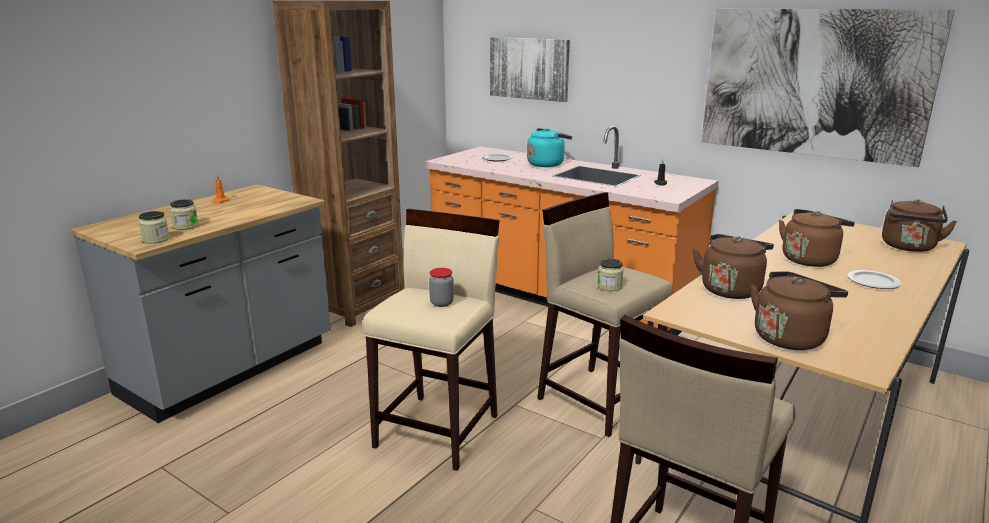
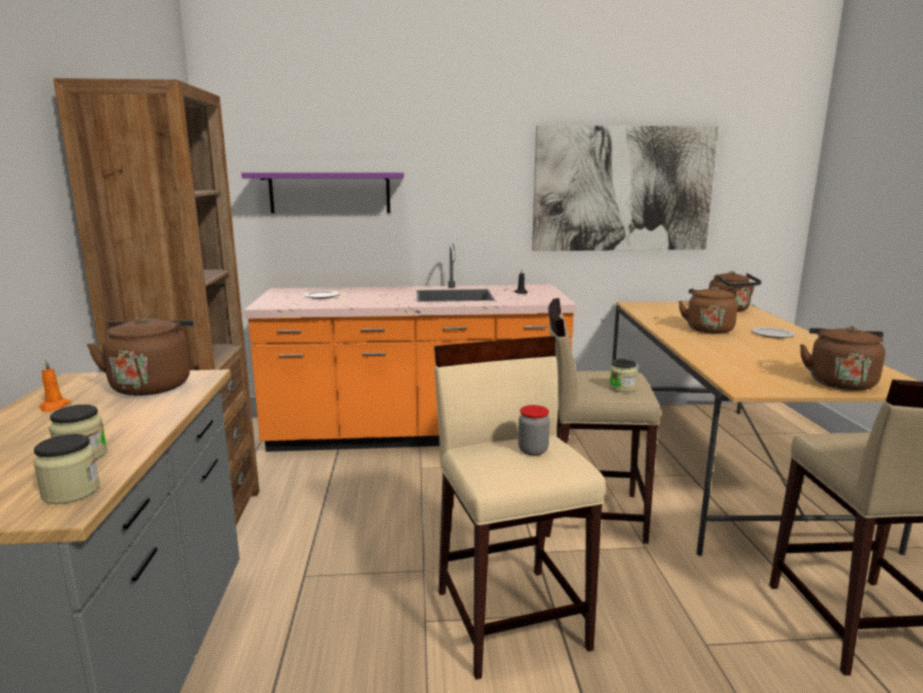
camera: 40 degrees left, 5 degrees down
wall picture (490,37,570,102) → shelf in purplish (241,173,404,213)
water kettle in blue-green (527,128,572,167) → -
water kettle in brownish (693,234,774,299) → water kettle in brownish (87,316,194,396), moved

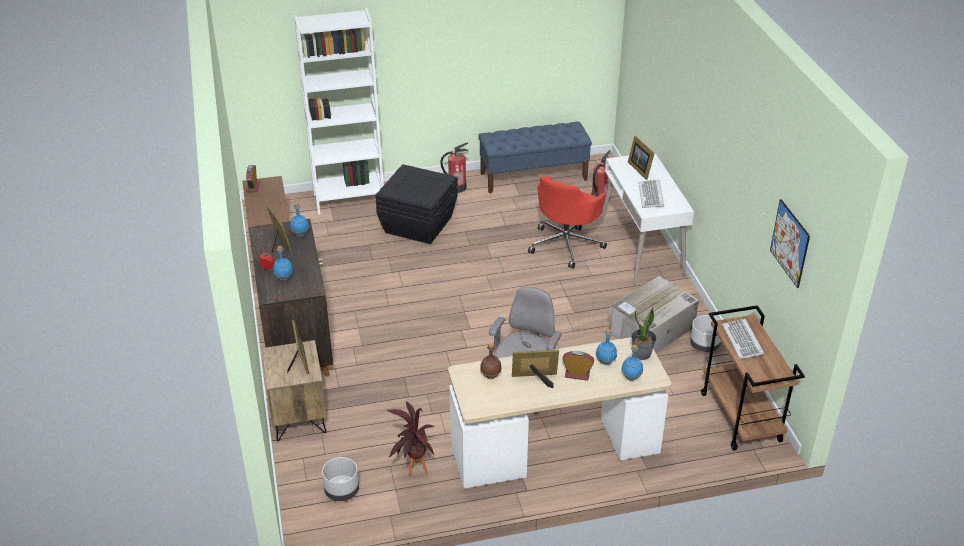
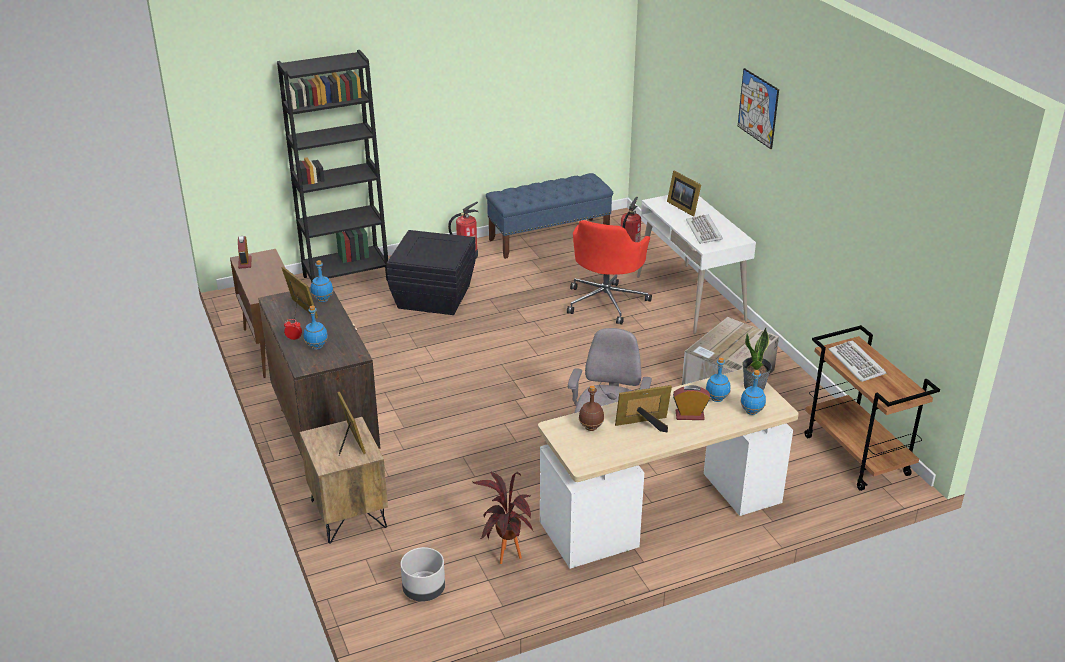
camera: 10 degrees left, 5 degrees down
bookshelf in white (294,8,384,215) → bookshelf in blackish (277,50,388,282)
plant pot in greyish (690,315,721,352) → -
wall picture (770,199,810,288) → wall picture (738,68,779,149), moved

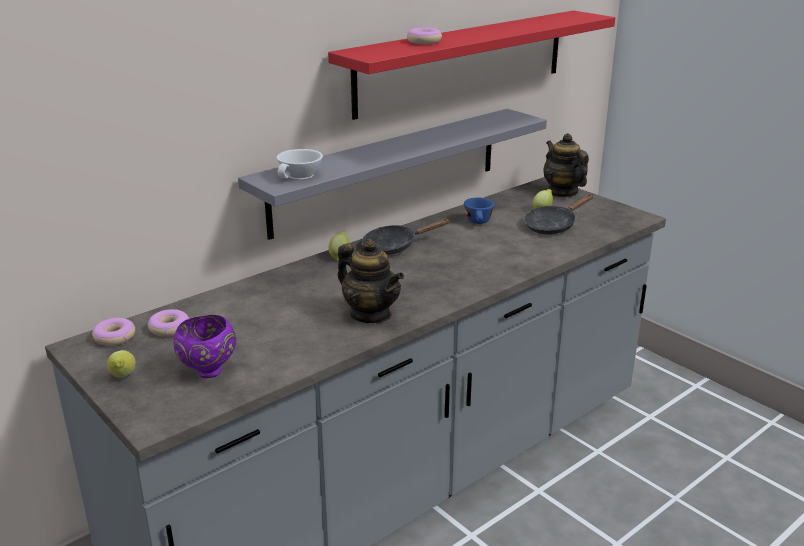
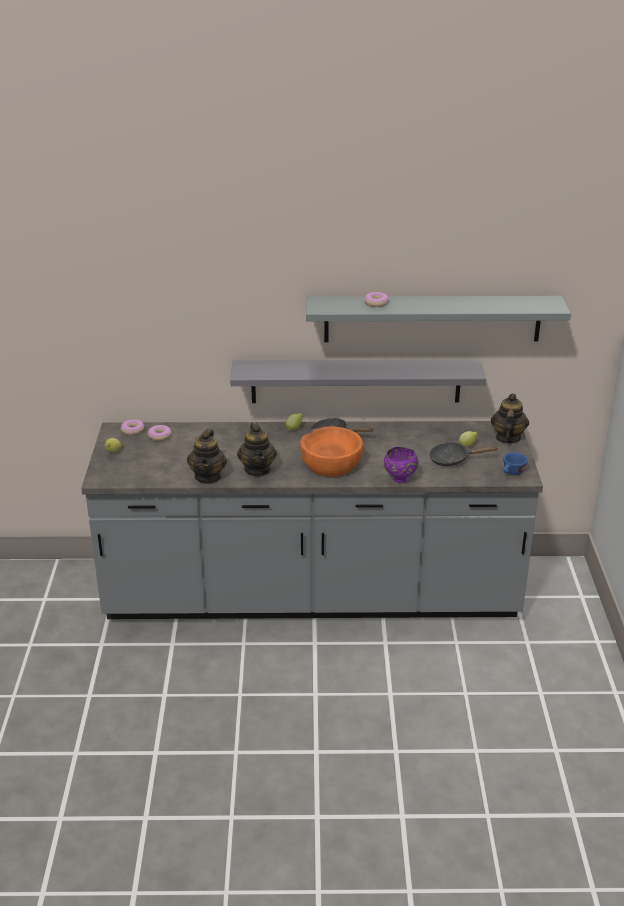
camera: 40 degrees right, 5 degrees up
deep dish in purplish (174,315,236,378) → deep dish in purplish (384,447,419,483), moved
cup in white (277,149,323,180) → -
shelf in red (328,11,615,120) → shelf in greyish (306,296,571,342)
cup in blue-coloured (464,198,494,224) → cup in blue-coloured (503,452,528,475), moved
- → teapot (187,429,227,484)
- → deep dish in orangey (300,426,363,477)

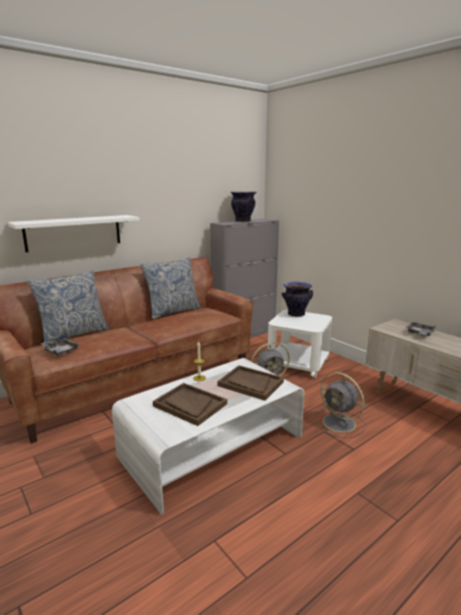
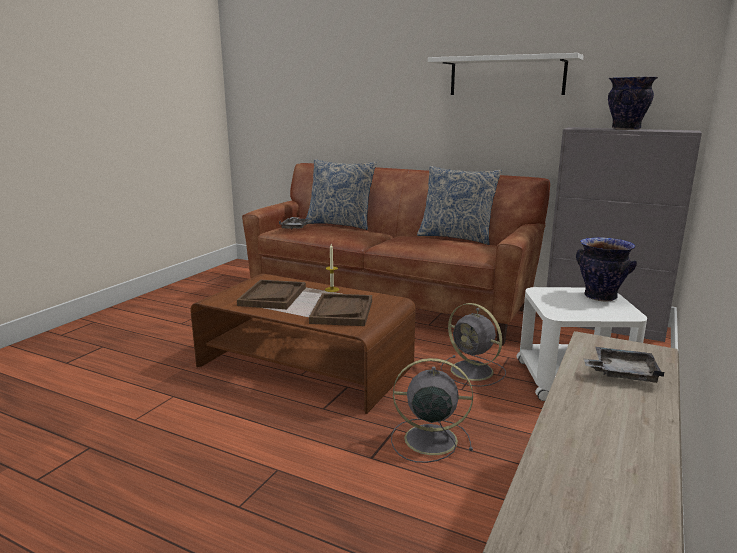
camera: 65 degrees right, 0 degrees up
shelf in white (8,215,140,252) → shelf in white (428,53,584,95), moved
lounge table in white (112,358,304,515) → lounge table in brownish (190,274,416,414)
electric fan in greyish (315,372,366,438) → electric fan in greyish (391,358,473,463), 75 degrees clockwise

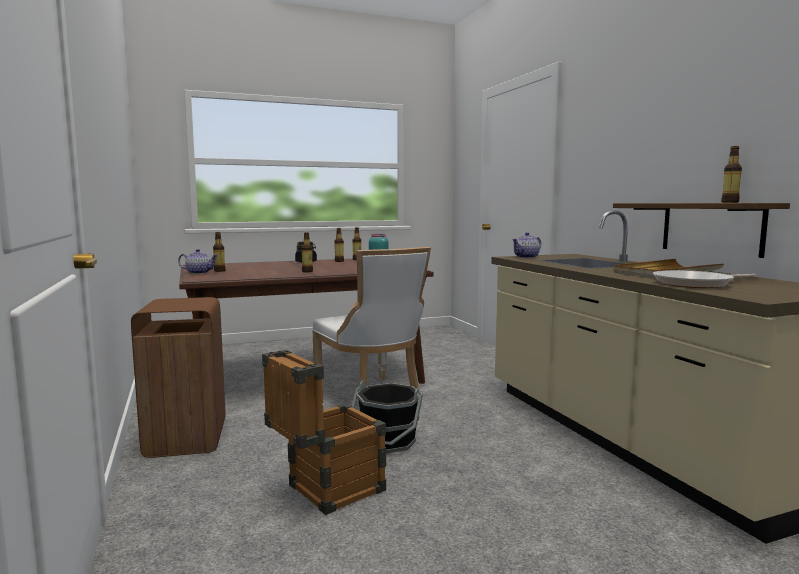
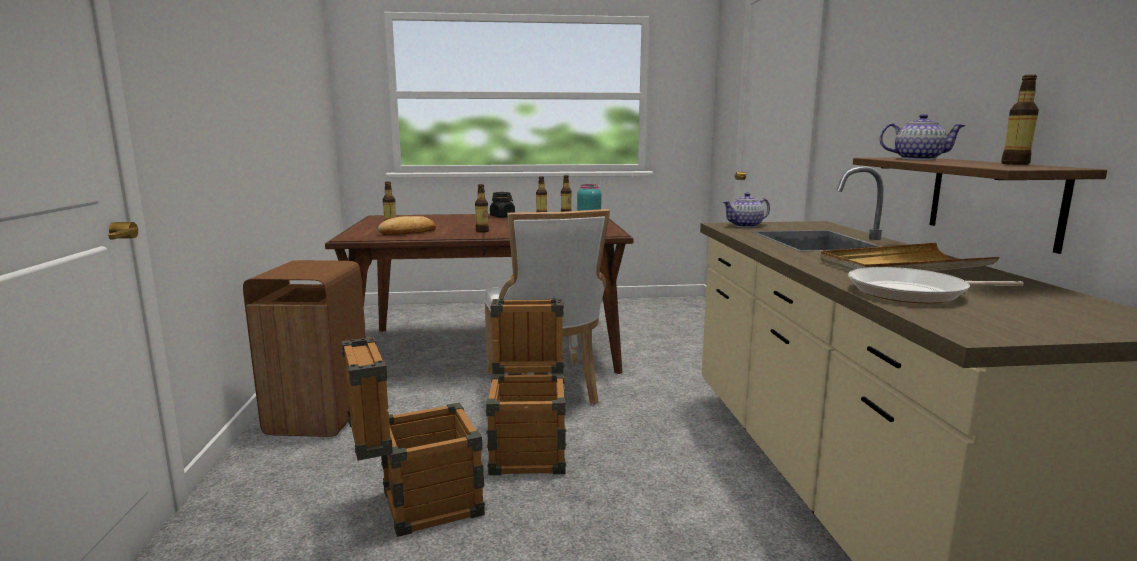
camera: 15 degrees right, 5 degrees up
teapot (178,249,218,274) → teapot (880,114,966,160), moved
bucket in blackish (352,380,423,453) → packing crate (486,298,566,475)
- → bakery bread (378,216,436,235)

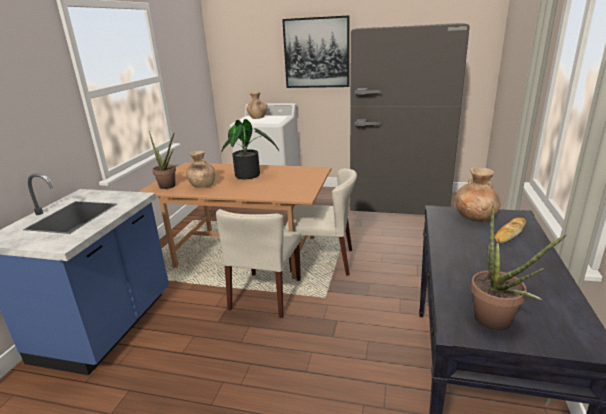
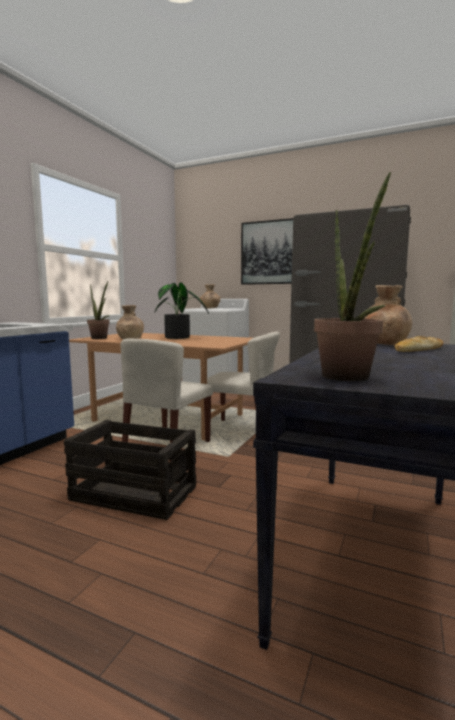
camera: 10 degrees right, 15 degrees down
- → packing crate (64,420,196,520)

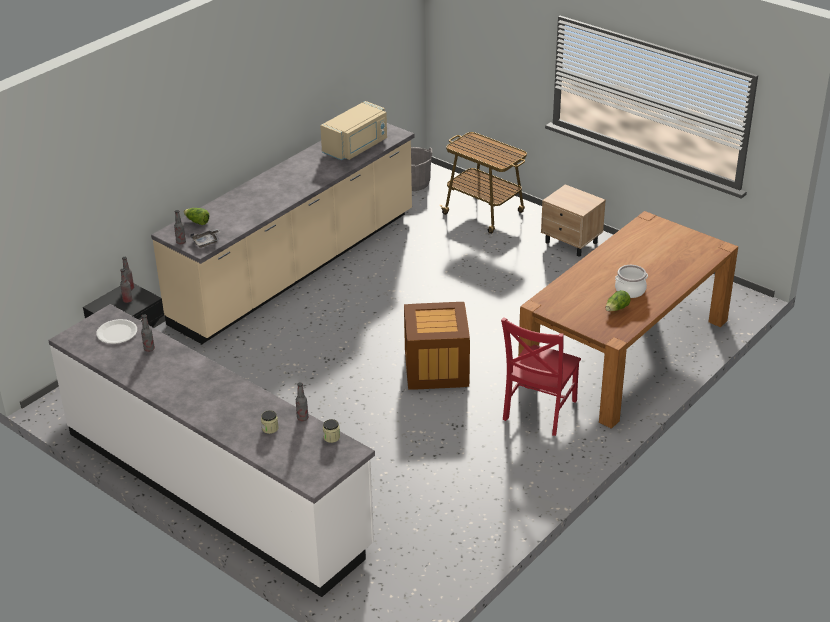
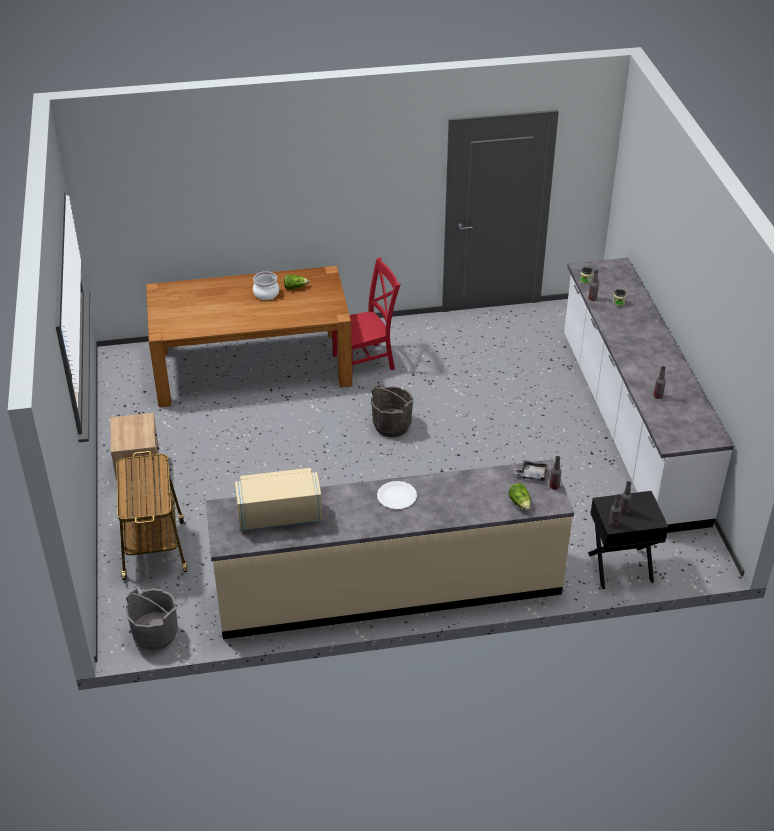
camera: 140 degrees left, 5 degrees up
dinner plate in white (96,319,137,344) → dinner plate in white (377,481,417,509), moved
packing crate (404,302,470,390) → bucket in greyish (371,384,413,437)

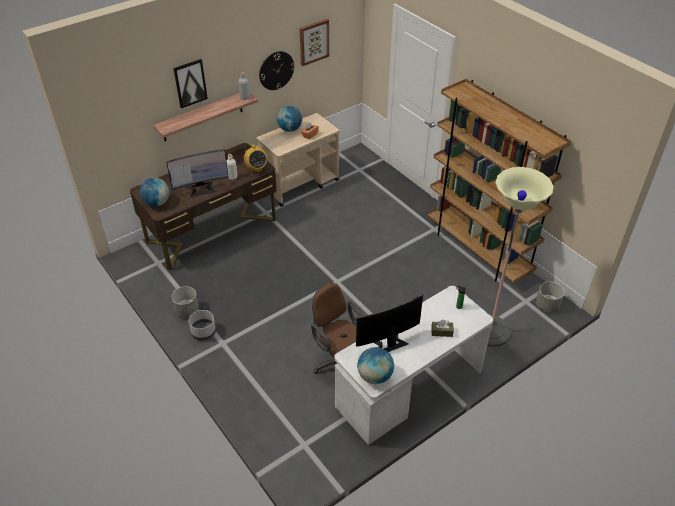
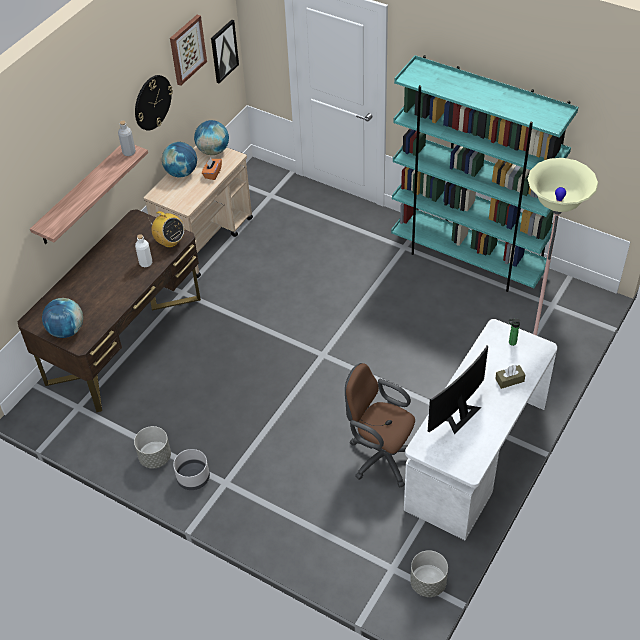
camera: 20 degrees left, 5 degrees up
monitor (166,149,229,198) → -
wall picture (173,59,208,108) → wall picture (211,19,239,83), moved
globe (357,347,394,384) → globe (194,120,229,155), moved
bookshelf in brownish (427,79,571,283) → bookshelf in blue-green (391,55,578,292)
plant pot in greyish (536,282,564,312) → plant pot in greyish (410,550,448,597), moved

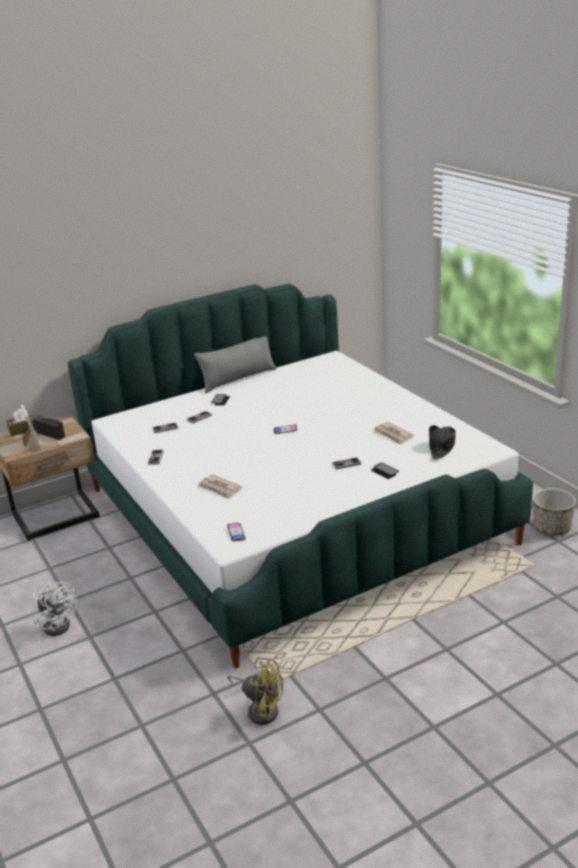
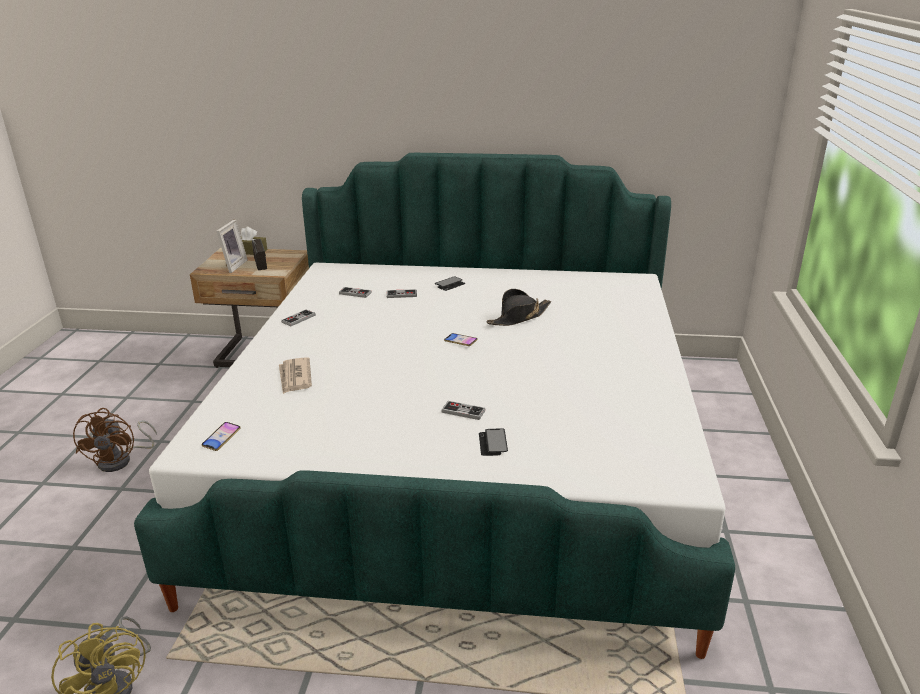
camera: 35 degrees right, 0 degrees up
electric fan in white (32,581,78,636) → electric fan in brownish (73,408,157,472)
cushion in greyish (194,336,276,393) → -
daily paper (373,422,414,445) → -
wearable hat in blackish (429,425,456,459) → wearable hat in blackish (486,289,551,326), moved
plant pot (533,488,576,536) → -

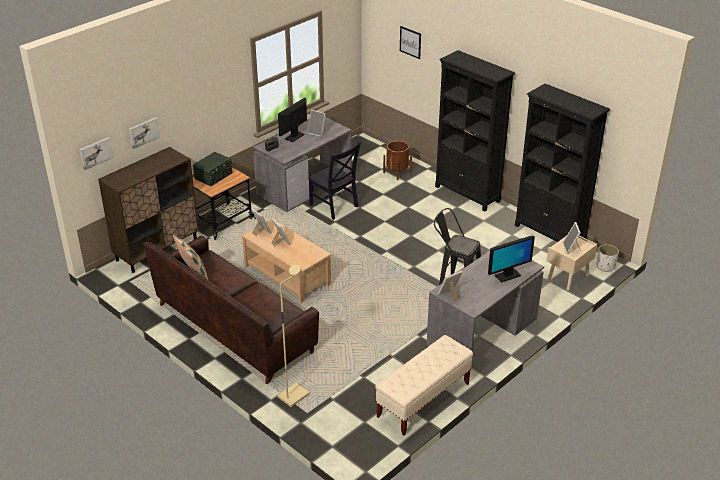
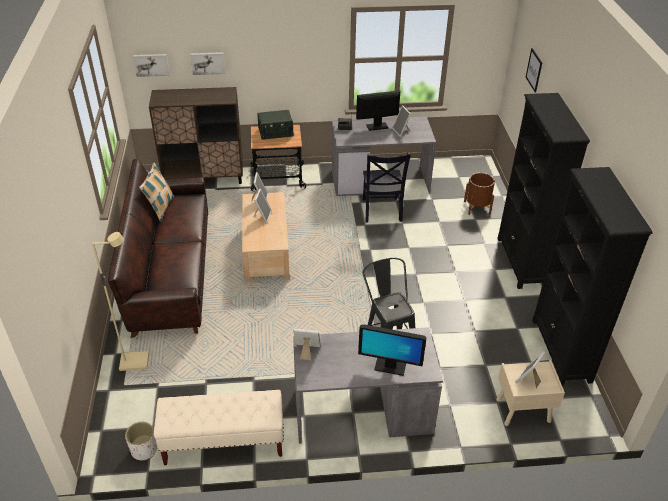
camera: 40 degrees right, 5 degrees up
plant pot in white (597,244,619,272) → plant pot in white (125,422,157,460), moved

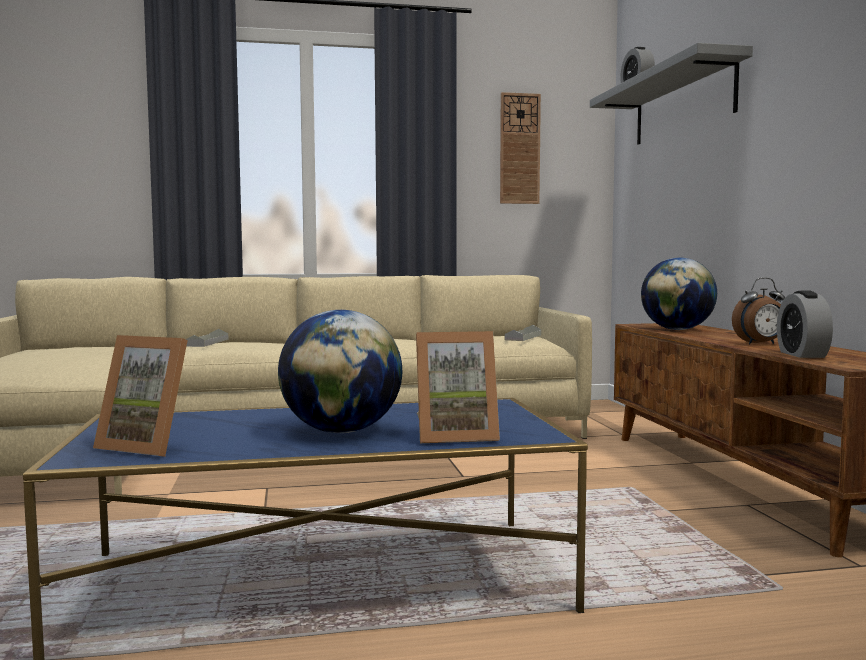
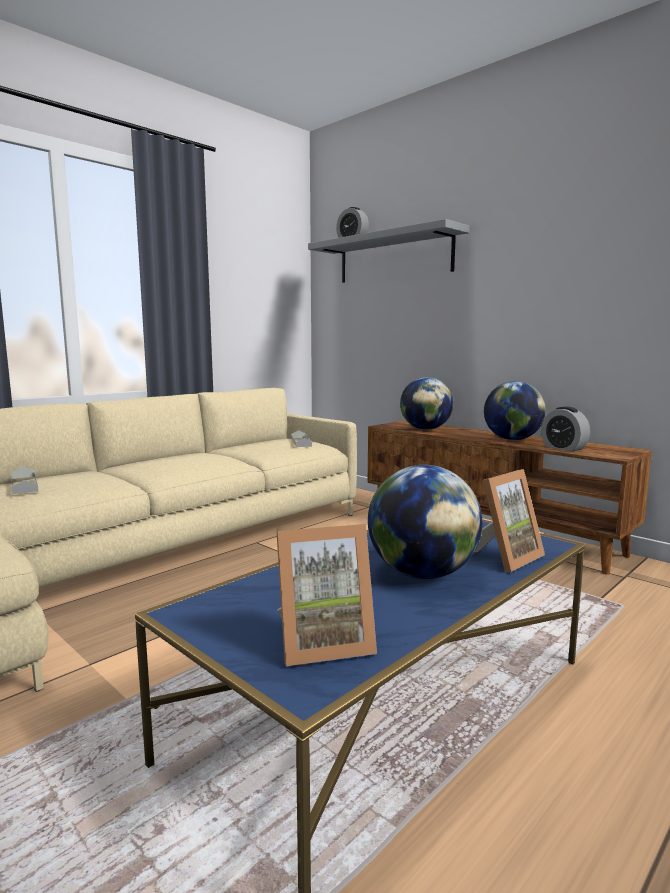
camera: 35 degrees left, 5 degrees up
wall clock (500,92,541,204) → -
alarm clock (732,277,785,344) → globe (484,381,546,440)

